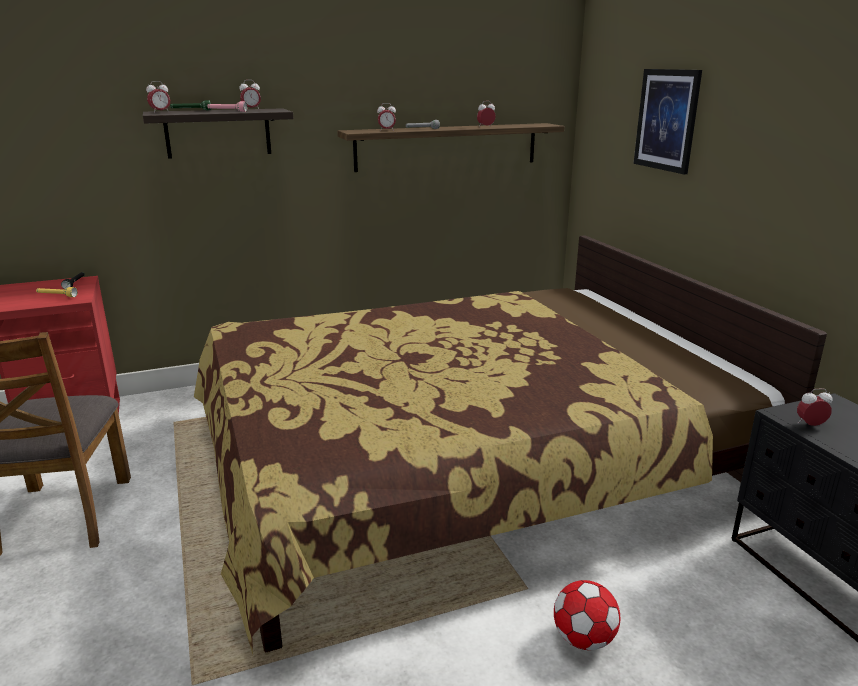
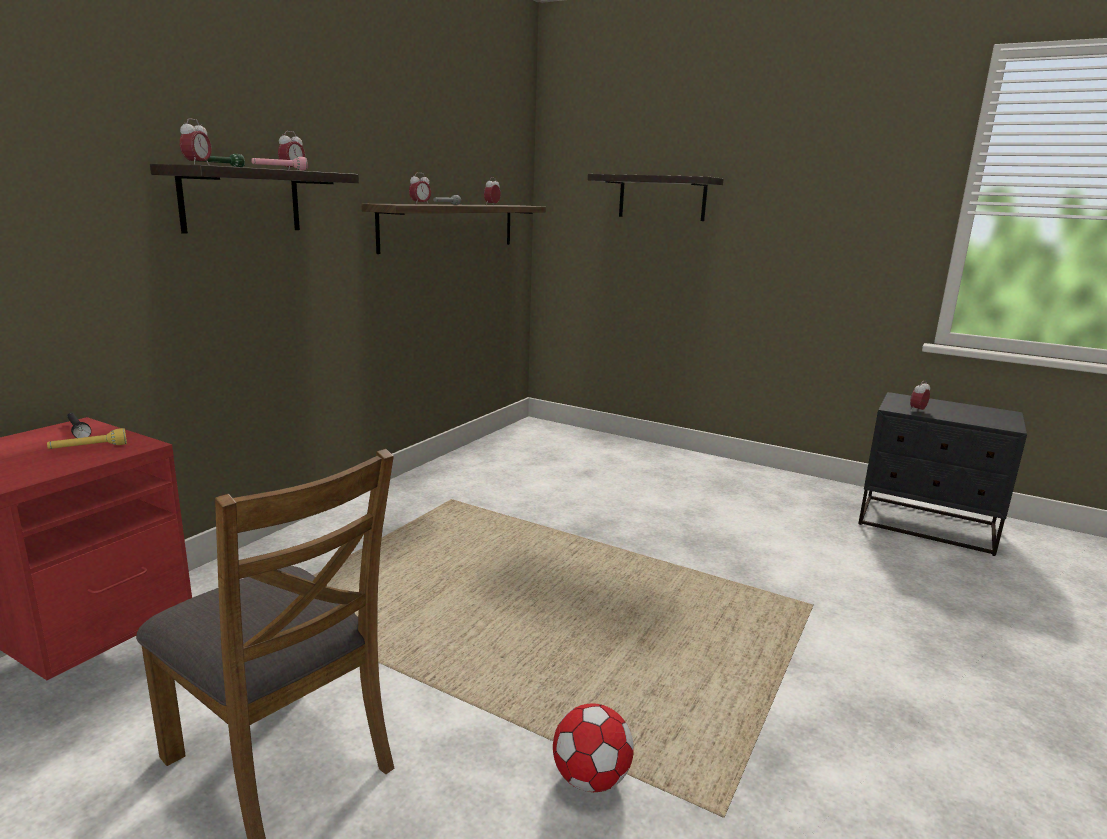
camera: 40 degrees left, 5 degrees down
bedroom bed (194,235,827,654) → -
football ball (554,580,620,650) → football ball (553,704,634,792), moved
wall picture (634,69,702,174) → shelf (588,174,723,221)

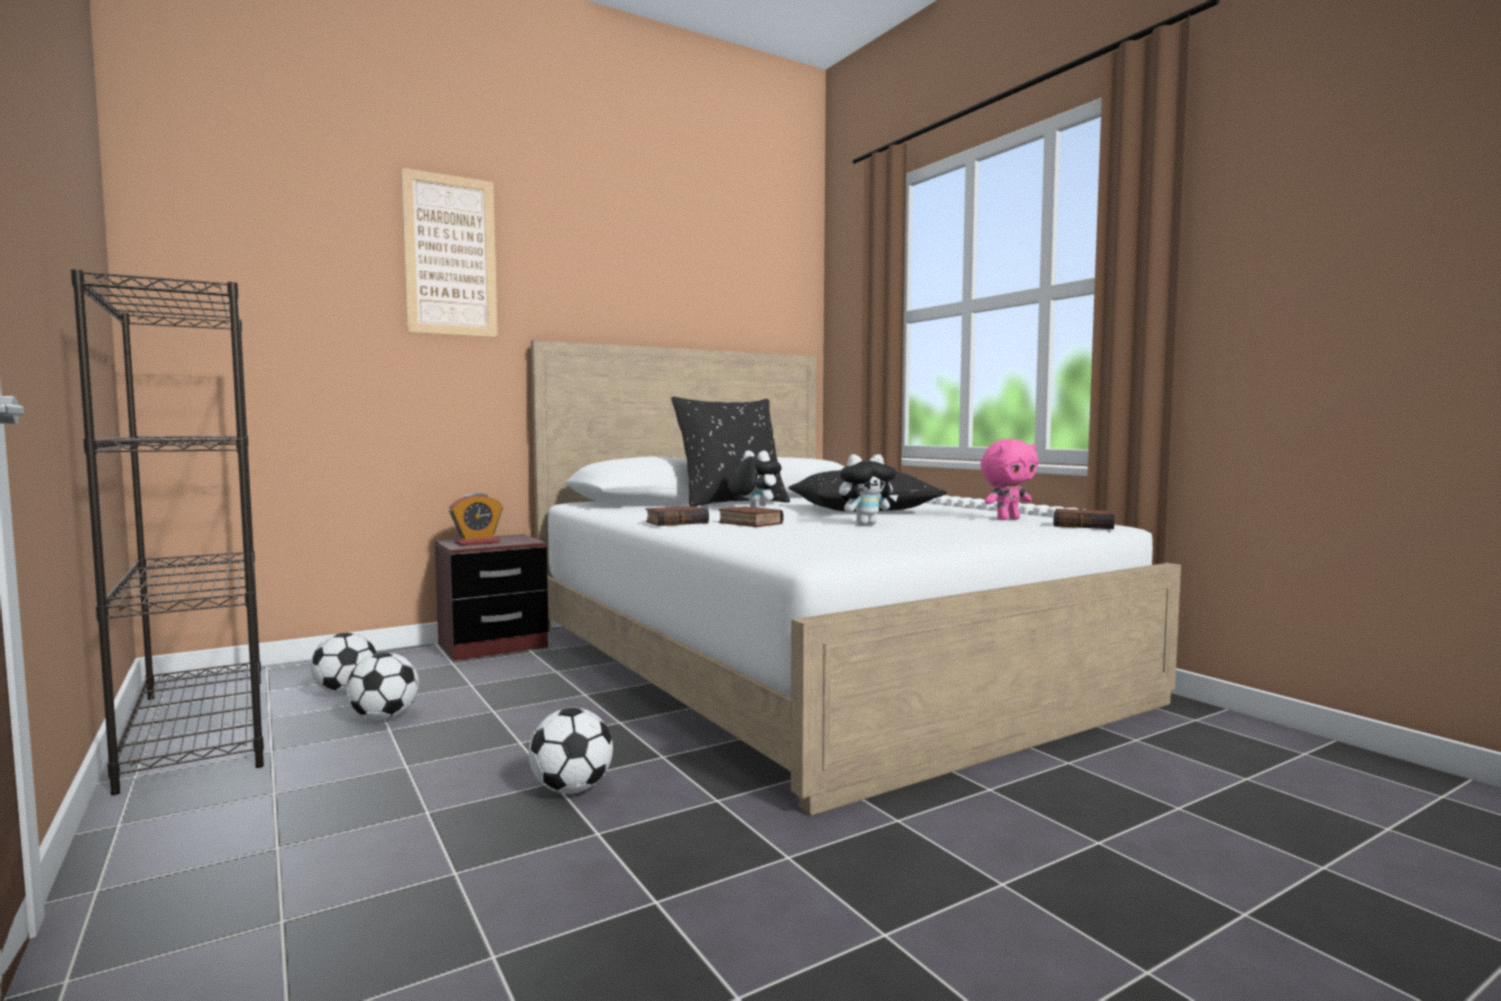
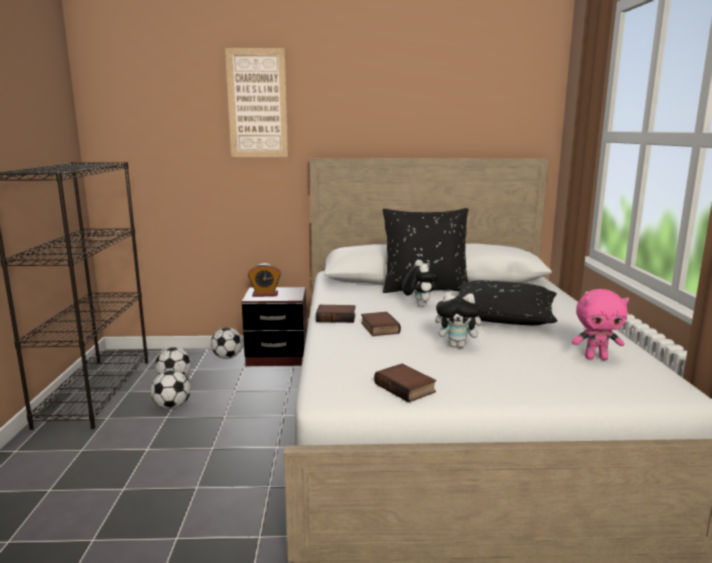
camera: 30 degrees right, 10 degrees up
football ball (529,708,613,794) → football ball (211,327,243,359), moved
volume (1053,509,1115,529) → volume (374,364,436,403), moved

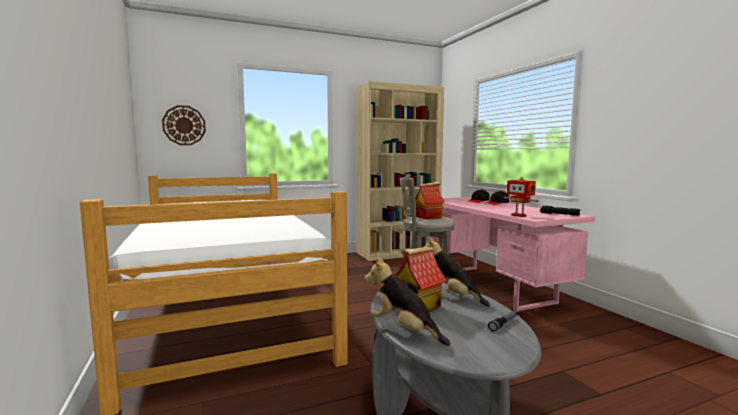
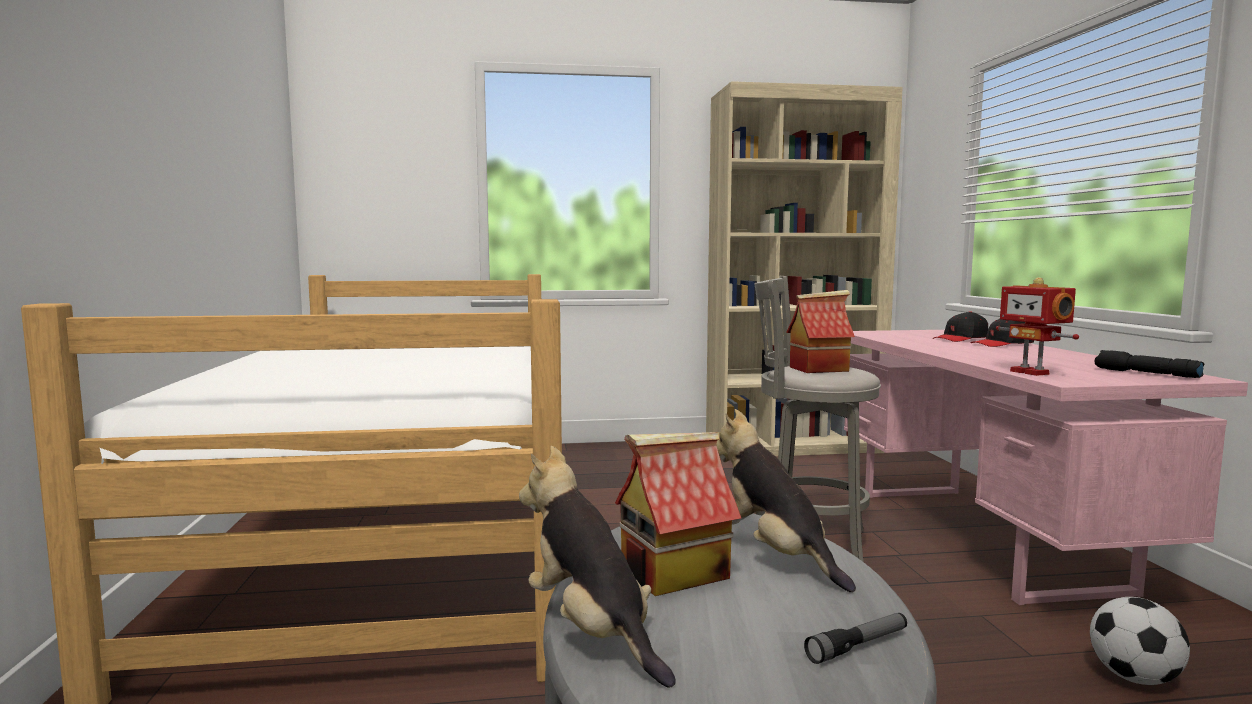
camera: 15 degrees right, 0 degrees up
wall clock (162,105,206,145) → -
- → football ball (1090,597,1190,685)

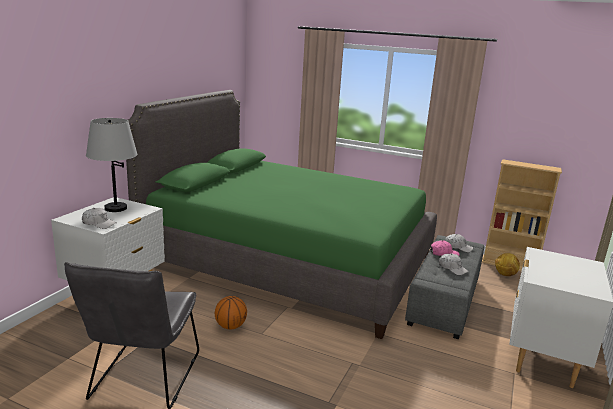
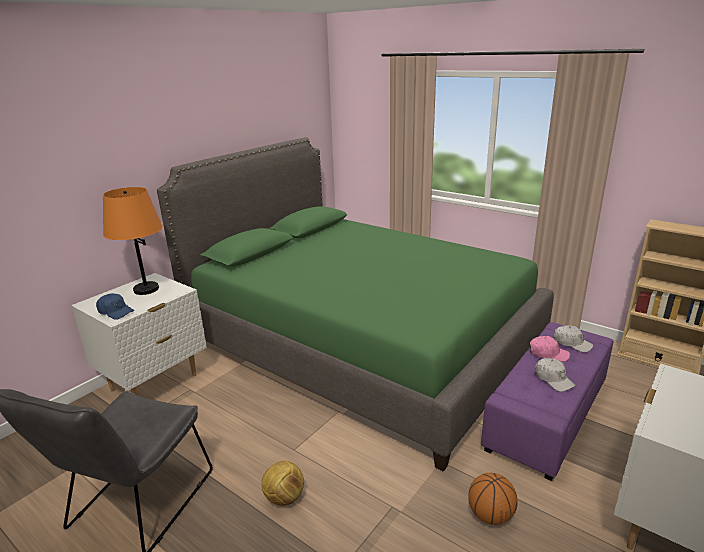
camera: 15 degrees right, 5 degrees up
baseball cap in white (82,208,116,229) → baseball cap in blue-coloured (96,293,134,320)
table lamp in greyish (86,118,138,212) → table lamp in orangey (103,187,163,295)
ball for basketball (215,296,247,330) → ball for basketball (469,473,517,525), moved
ottoman in greyish (405,235,484,339) → ottoman in purplish (481,322,613,481)
football ball (495,253,520,276) → football ball (261,461,304,506), moved

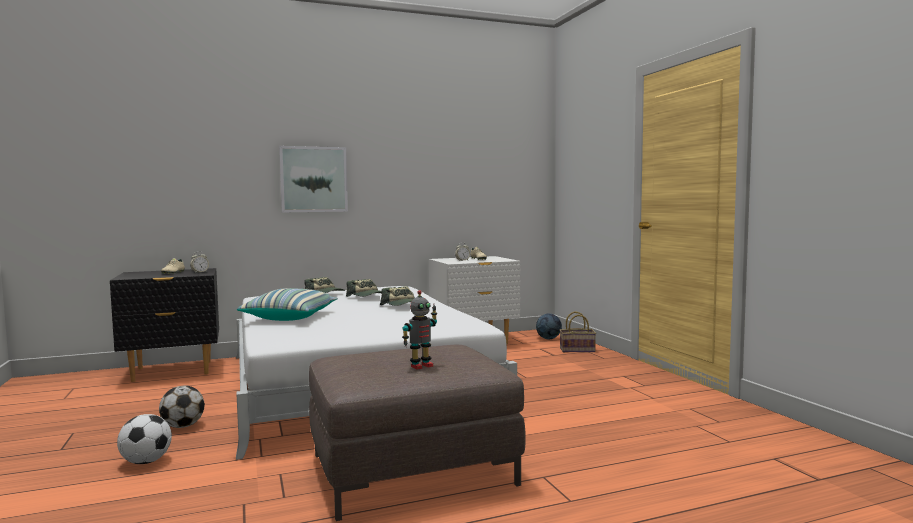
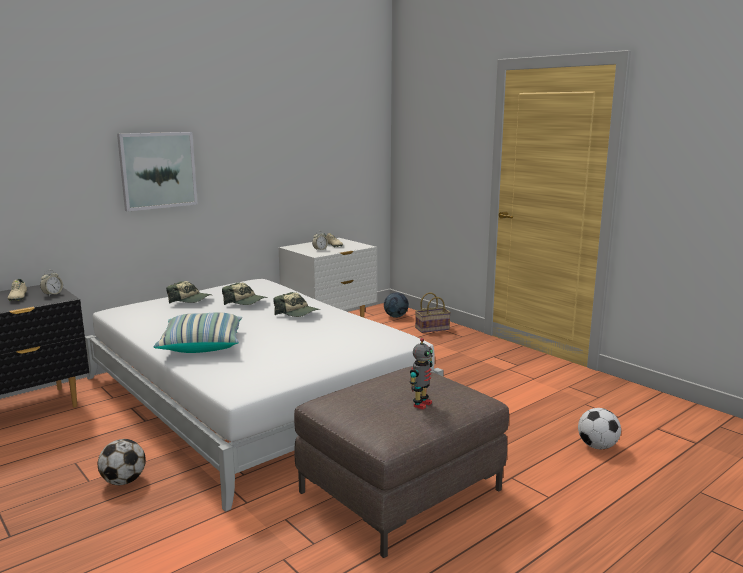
camera: 20 degrees left, 10 degrees up
football ball (117,414,172,464) → football ball (578,408,621,449), moved

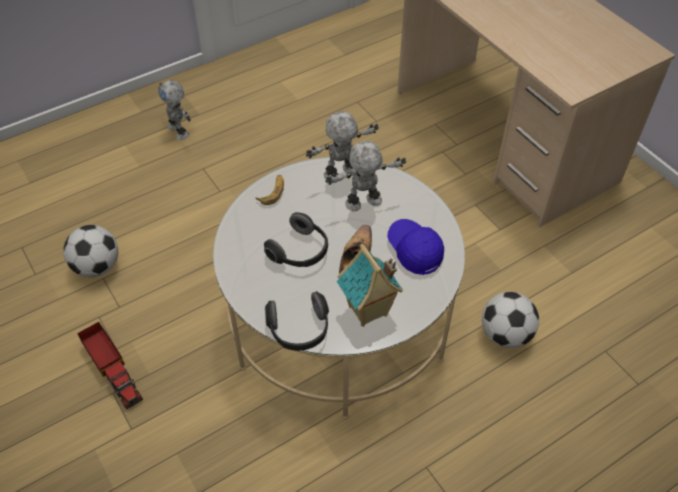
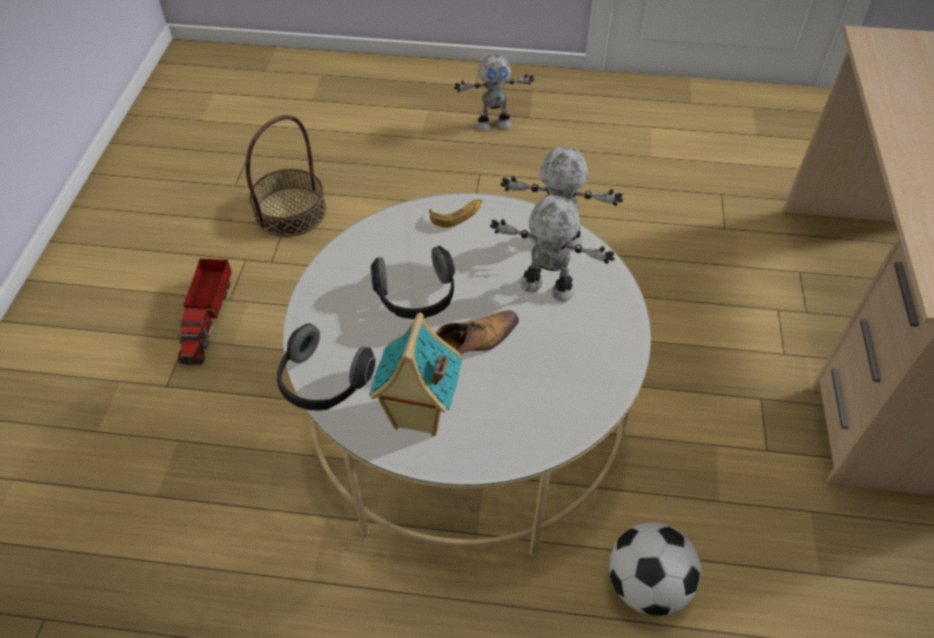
camera: 40 degrees right, 0 degrees up
football ball (63,225,118,277) → storage basket (245,115,326,237)
model robot (158,80,191,140) → model robot (454,54,534,131), 105 degrees counterclockwise
baseball cap in blue-coloured (387,219,444,275) → -

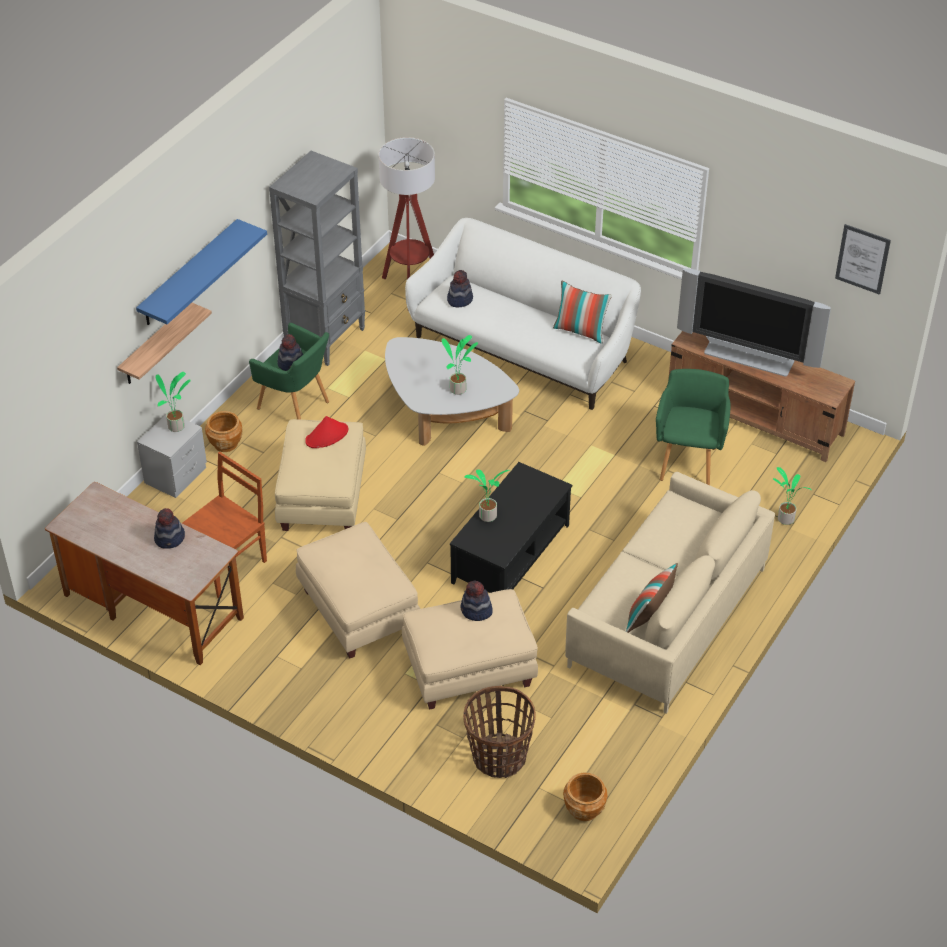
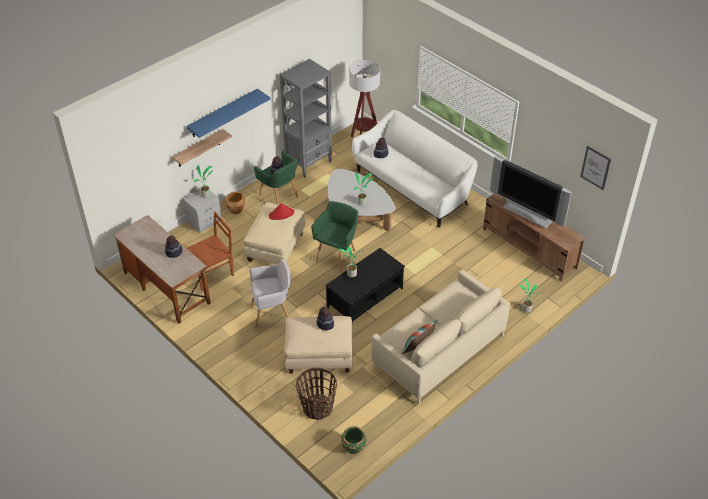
camera: 15 degrees right, 0 degrees up
ottoman in sand-coloured (296,522,420,658) → lounge chair in greyish (250,259,291,327)
cushion (553,280,612,344) → -
plant pot in brownish (563,773,607,821) → plant pot in green-coloured (341,426,366,454)
lounge chair in green-coloured (656,369,731,485) → lounge chair in green-coloured (311,201,358,271), moved

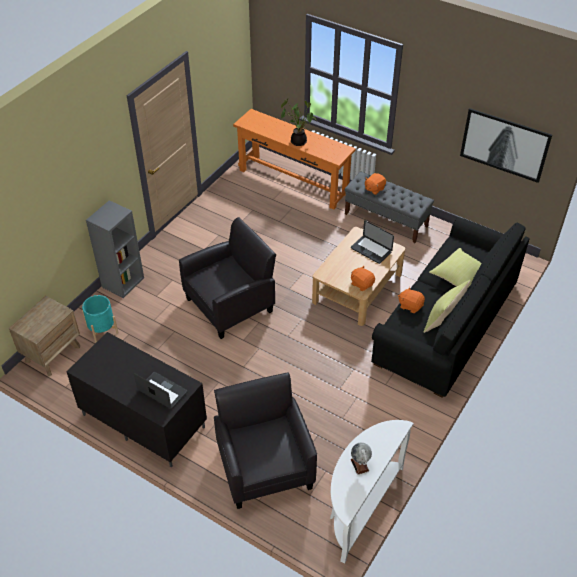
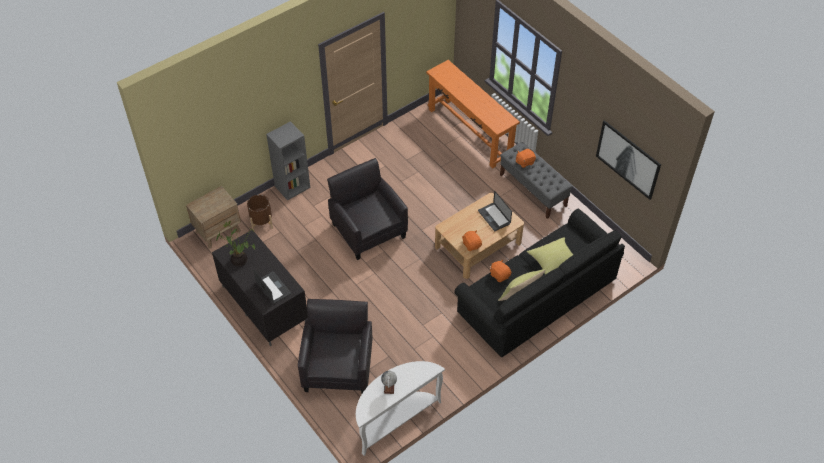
camera: 20 degrees right, 5 degrees up
plant pot in blue-green (82,295,119,343) → plant pot in brownish (247,195,273,231)
lounge chair in blackish (179,217,276,339) → lounge chair in blackish (327,158,408,260), 105 degrees counterclockwise
houseplant (281,99,317,146) → houseplant (216,221,255,267), moved

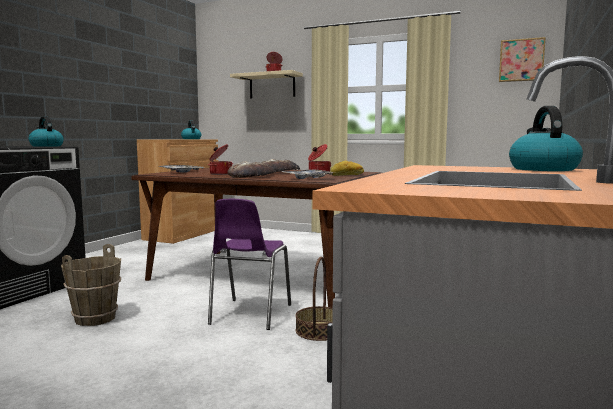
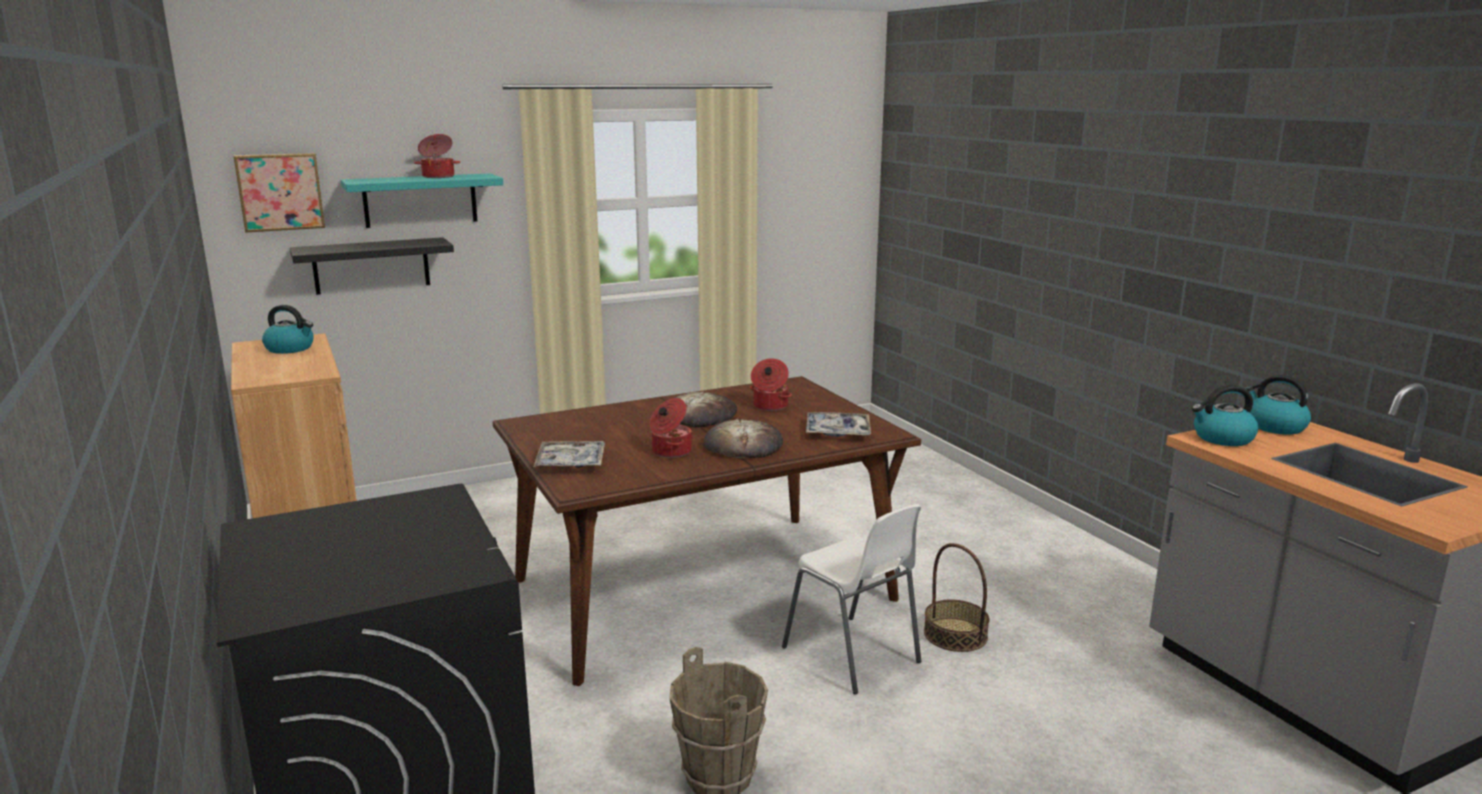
camera: 50 degrees left, 10 degrees up
water kettle (28,116,64,147) → water kettle (1192,385,1258,446), moved
plain chair in purplish (208,199,291,330) → plain chair in white (782,504,921,694)
shelf in sand-coloured (230,70,303,99) → shelf in blue-green (341,173,503,228)
bakery bread (330,161,364,176) → -
wall picture (499,37,546,82) → wall picture (233,153,325,233), moved
- → shelf in blackish (290,237,454,295)

